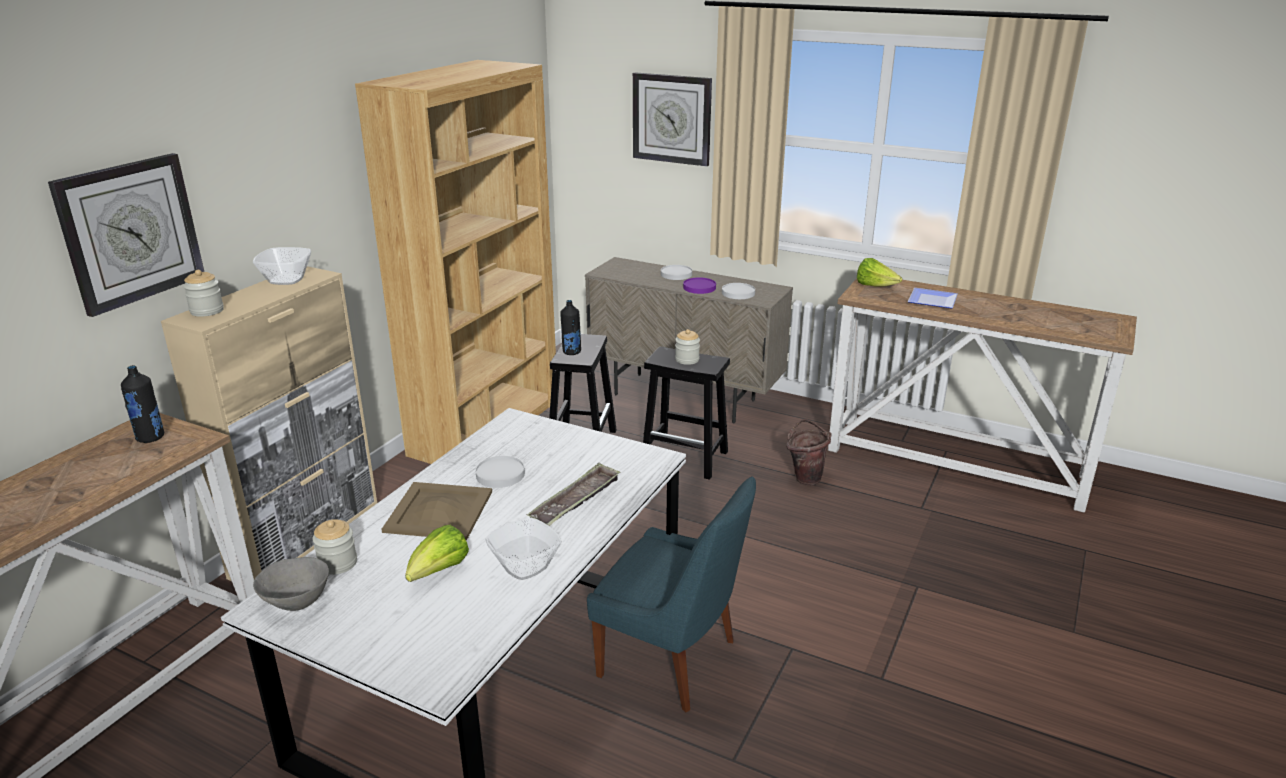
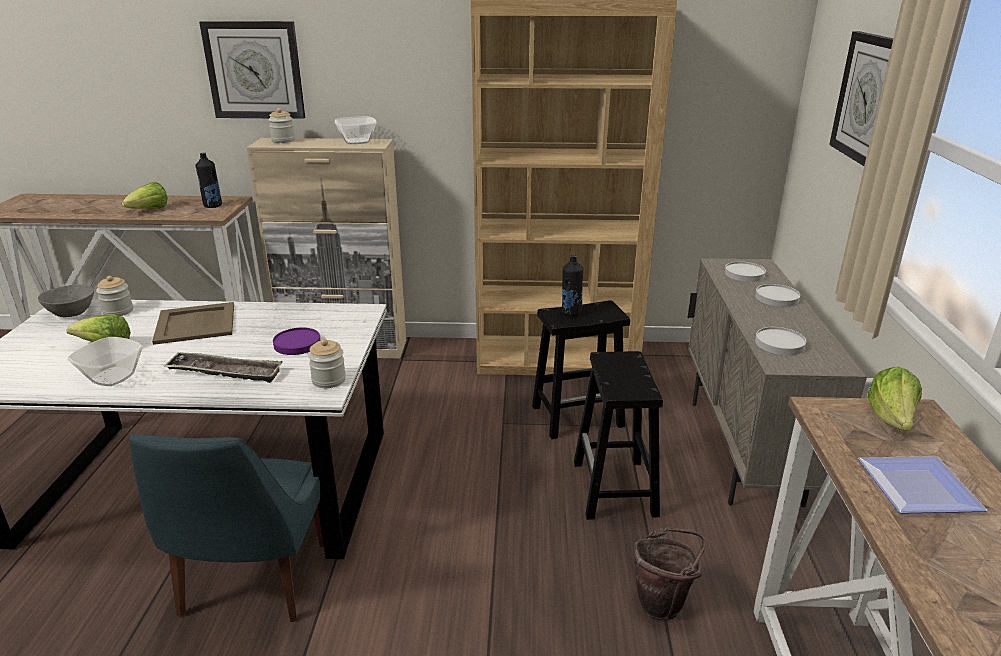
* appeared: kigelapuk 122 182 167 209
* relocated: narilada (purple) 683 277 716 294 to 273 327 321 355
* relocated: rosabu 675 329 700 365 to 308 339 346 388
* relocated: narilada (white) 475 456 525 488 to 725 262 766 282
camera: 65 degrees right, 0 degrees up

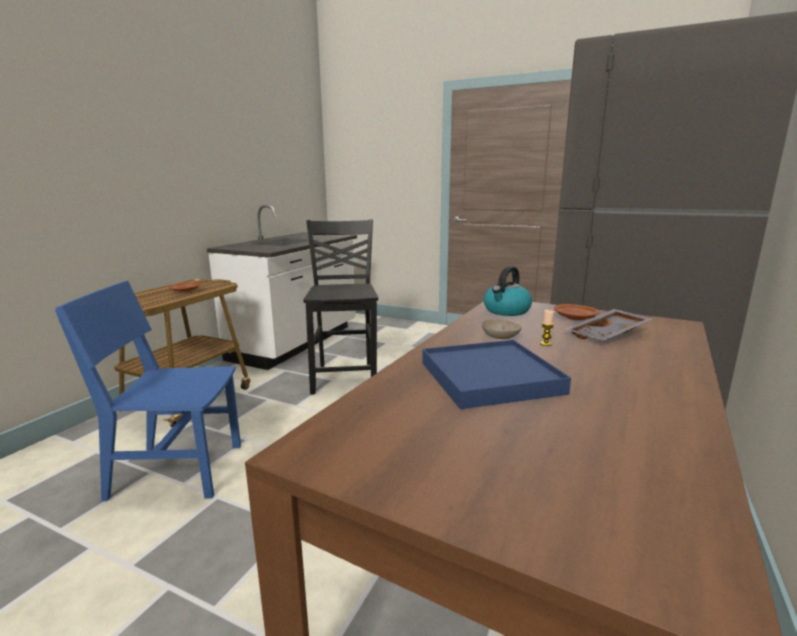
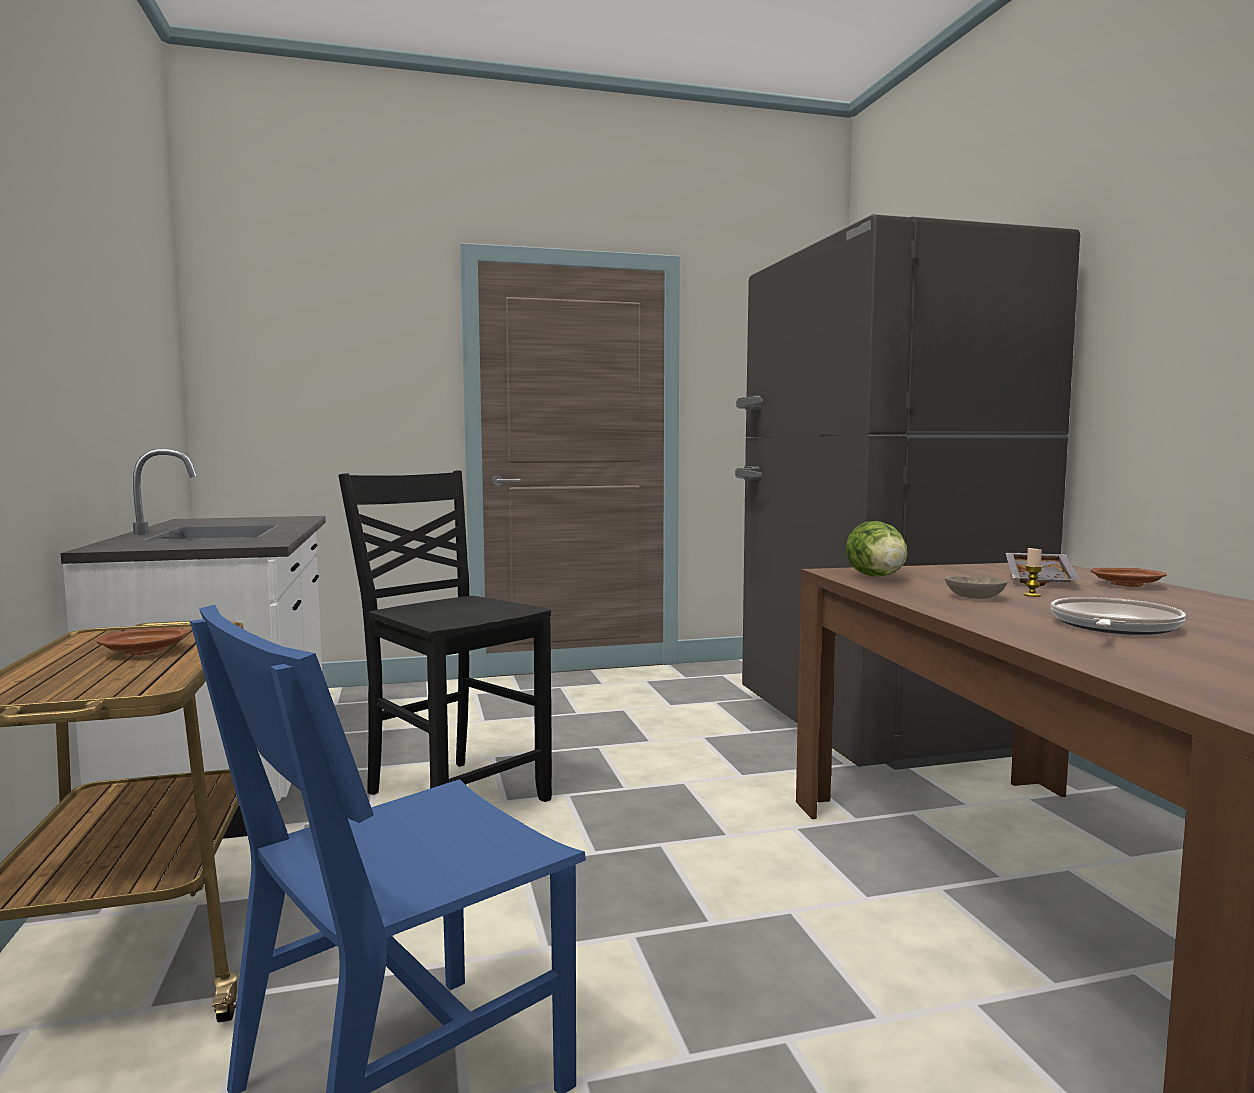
* exchanged: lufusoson 484 266 532 316 to kigelapuk 846 521 908 576
* exchanged: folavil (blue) 422 340 571 409 to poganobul 1051 597 1186 635
* relocated: narilada (brown) 554 304 599 320 to 1091 568 1167 587
camera: 40 degrees left, 10 degrees down

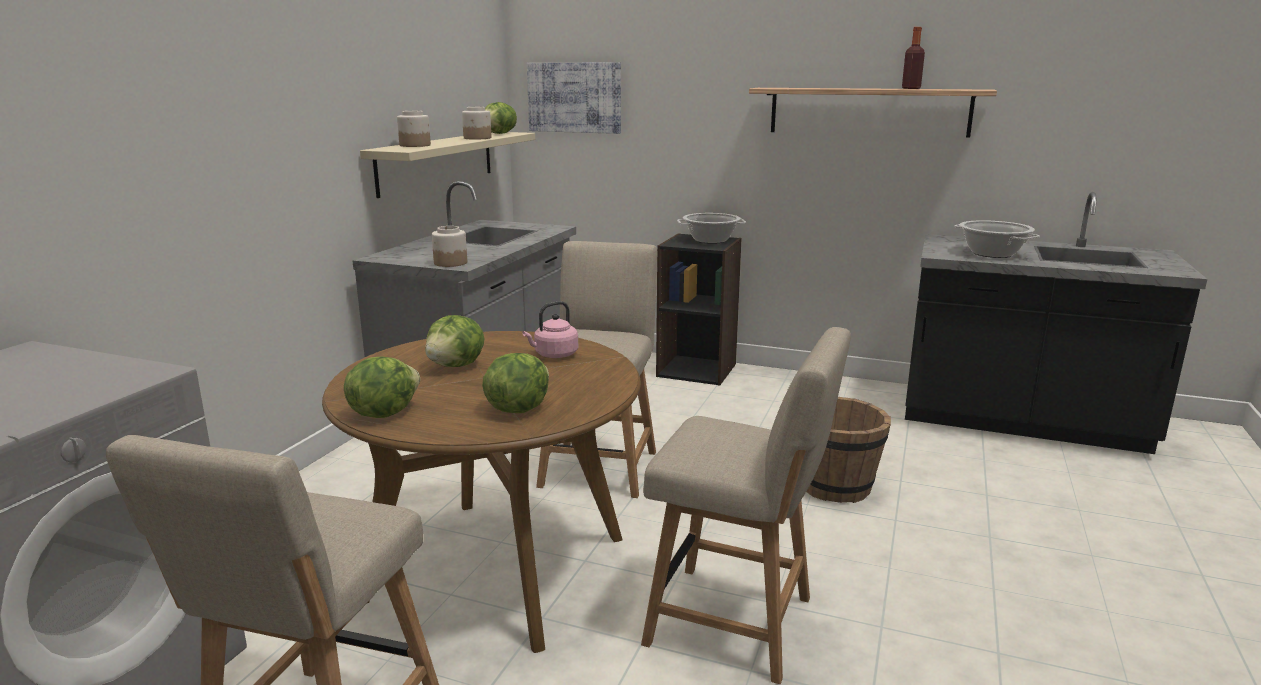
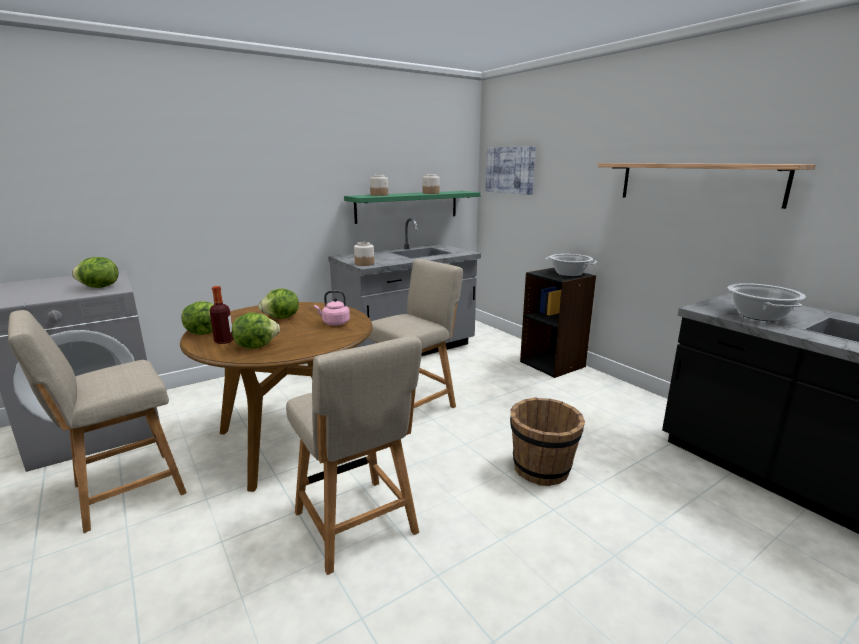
* relocated: kigelapuk 485 102 517 134 to 72 257 118 288
* relocated: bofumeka 902 27 925 89 to 210 286 233 344
* colour: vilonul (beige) 360 132 535 198 to vilonul (green) 344 191 481 224
camera: 35 degrees right, 0 degrees up

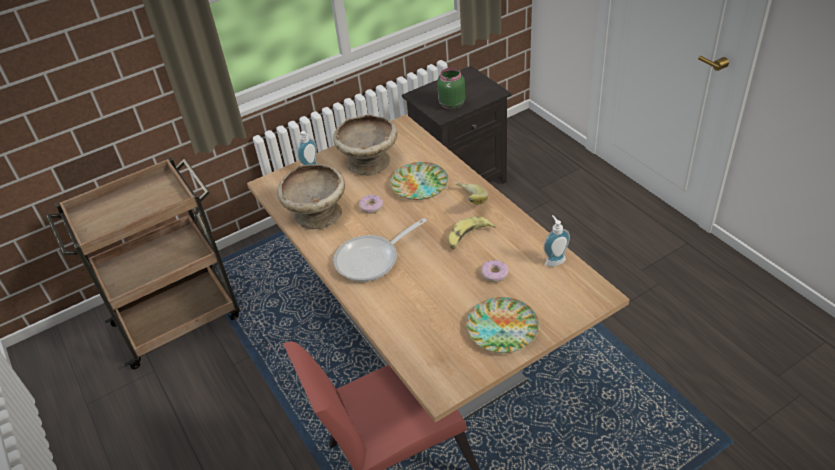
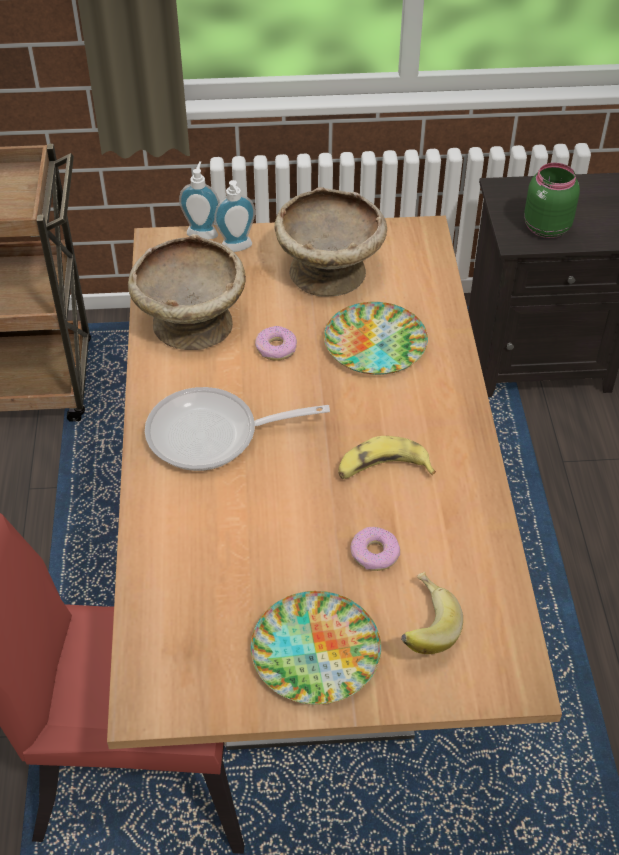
* relocated: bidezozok 544 215 570 267 to 179 161 220 239
* relocated: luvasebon 455 182 488 205 to 401 572 463 654
camera: 25 degrees right, 5 degrees up

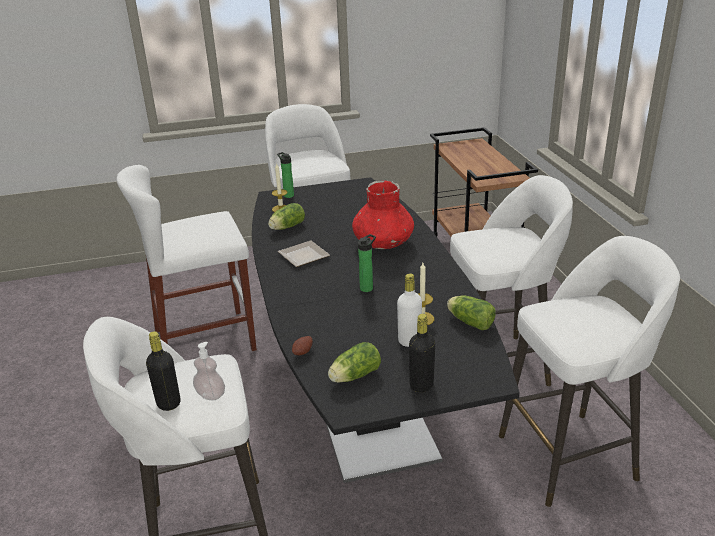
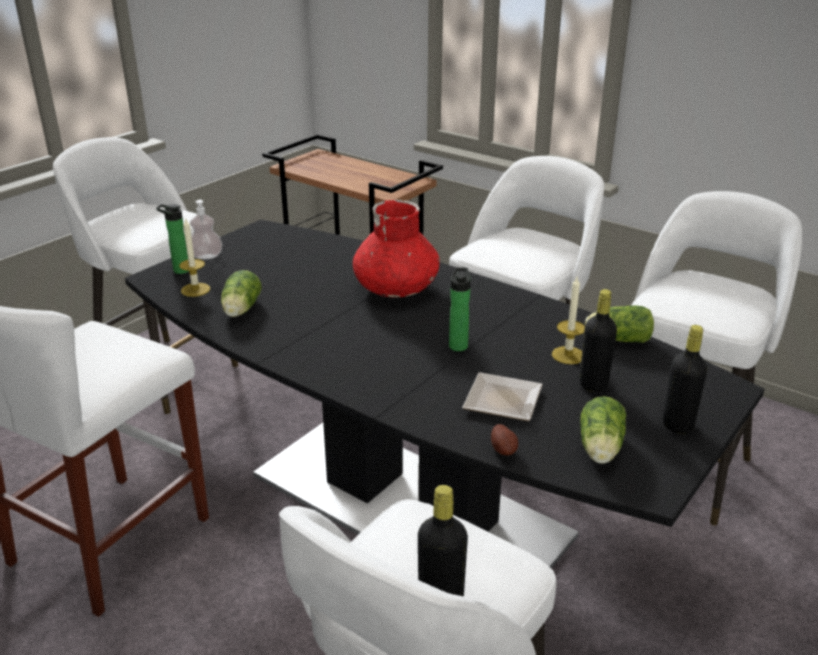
* relocated: bidezozok 193 342 225 400 to 190 200 223 259
* relocated: narilada 278 240 330 267 to 462 372 543 421
* colour: bofumeka (white) 397 274 422 347 to bofumeka (black) 579 289 617 392
camera: 40 degrees left, 0 degrees up

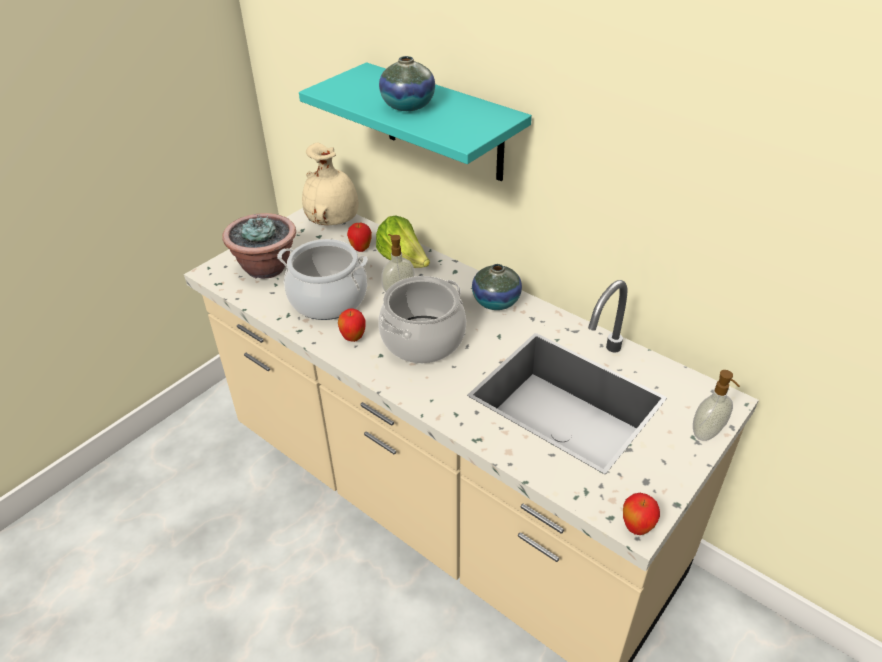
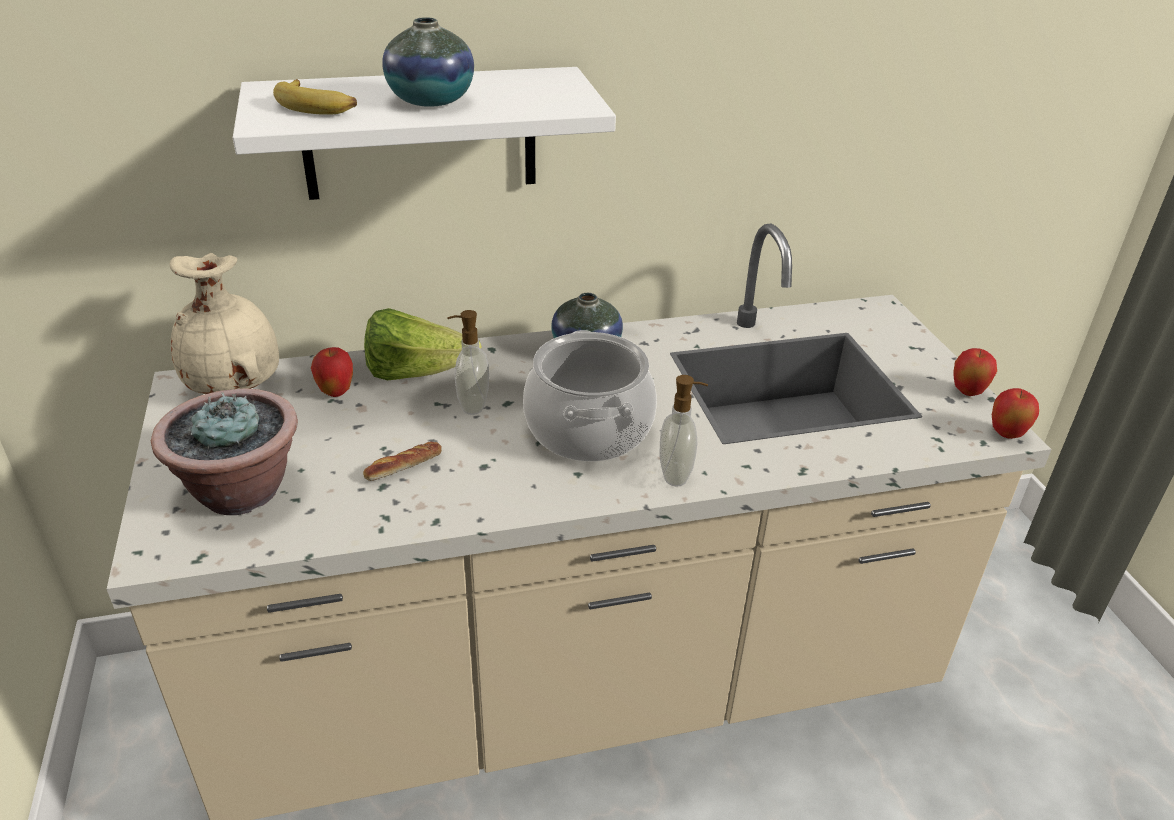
* colour: vilonul (turquoise) 299 62 532 181 to vilonul (white) 233 67 616 200
* appeared: luvasebon 273 79 357 115
* exchanged: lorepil 277 239 368 320 to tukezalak 363 441 442 481
* relocated: bidezozok 693 370 740 441 to 660 375 708 486
* relocated: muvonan 338 308 365 342 to 953 348 997 396
camera: 55 degrees left, 5 degrees down

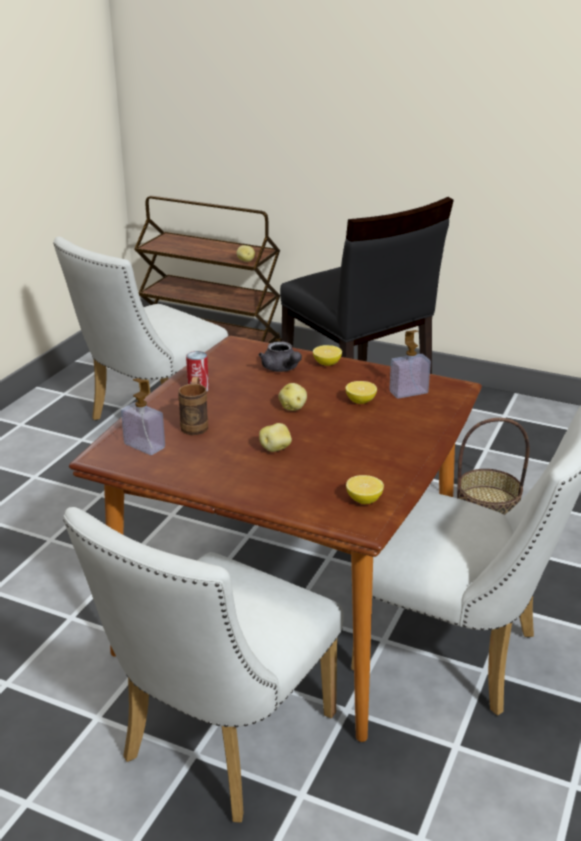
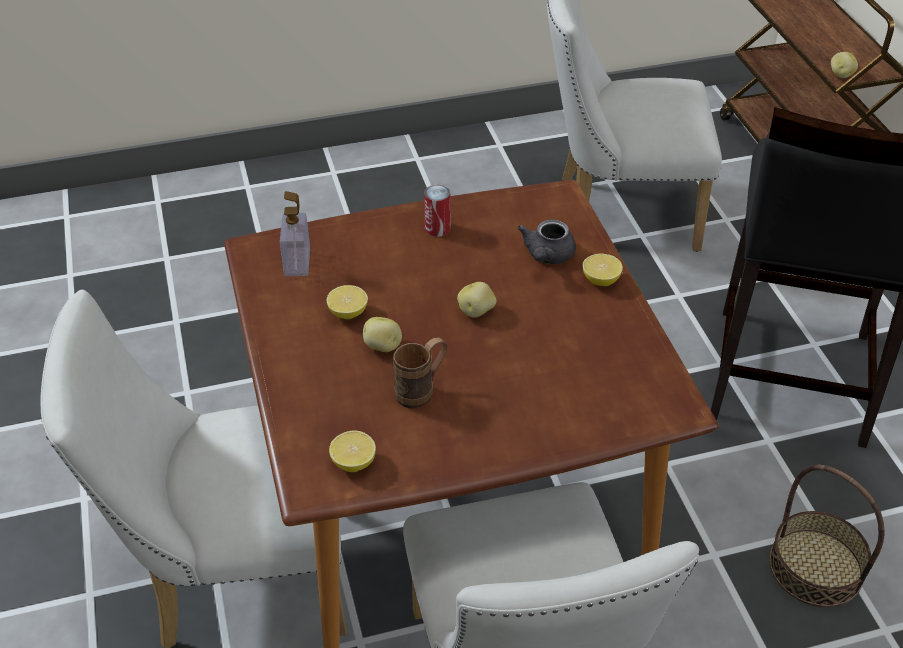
* relocated: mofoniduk 345 381 377 404 to 327 285 368 319
* relocated: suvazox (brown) 178 377 208 435 to 393 337 447 409
* missing: bidezozok 389 330 431 398
camera: 50 degrees right, 15 degrees up

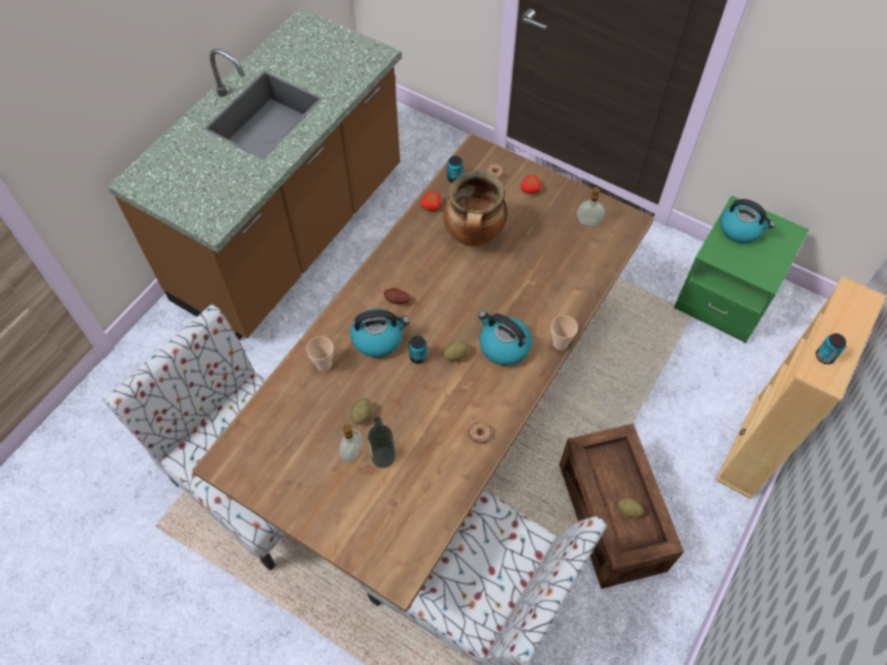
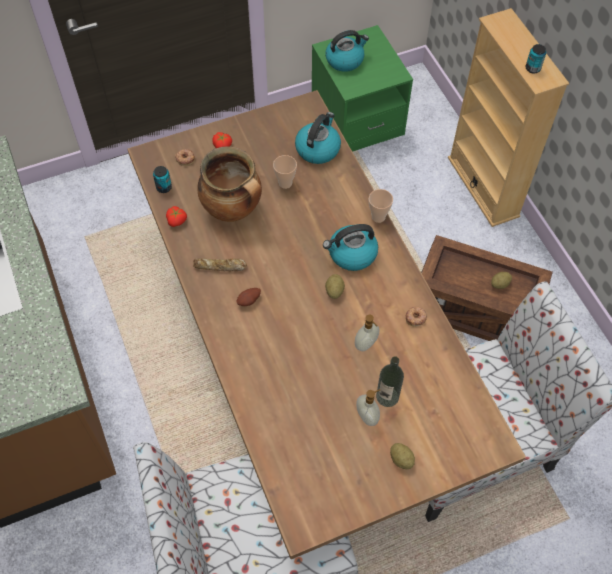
* appeared: tukezalak 193 258 247 271
* relocated: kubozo 306 336 334 371 to 273 155 297 189
* relocated: lufusoson 350 309 410 357 to 295 112 341 164
* relocated: bidezozok 577 187 605 226 to 355 314 379 351
* relocated: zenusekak 350 398 372 425 to 390 443 415 469
* missing: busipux 409 336 427 364
camera: 55 degrees left, 0 degrees up

